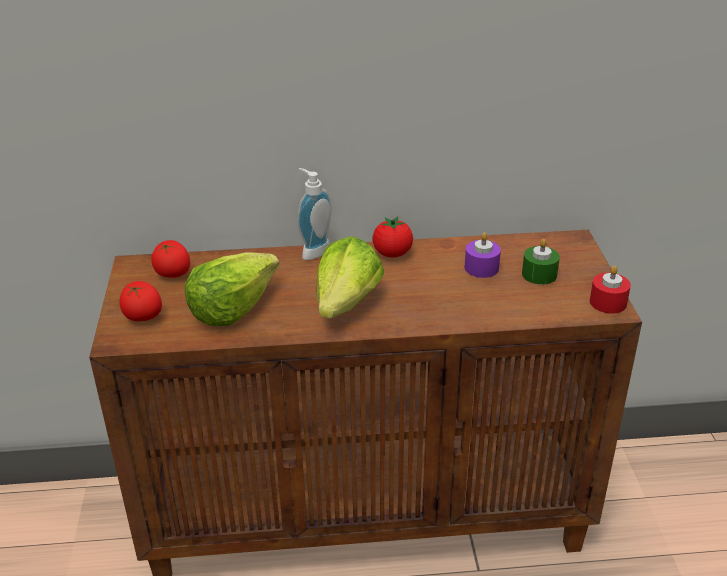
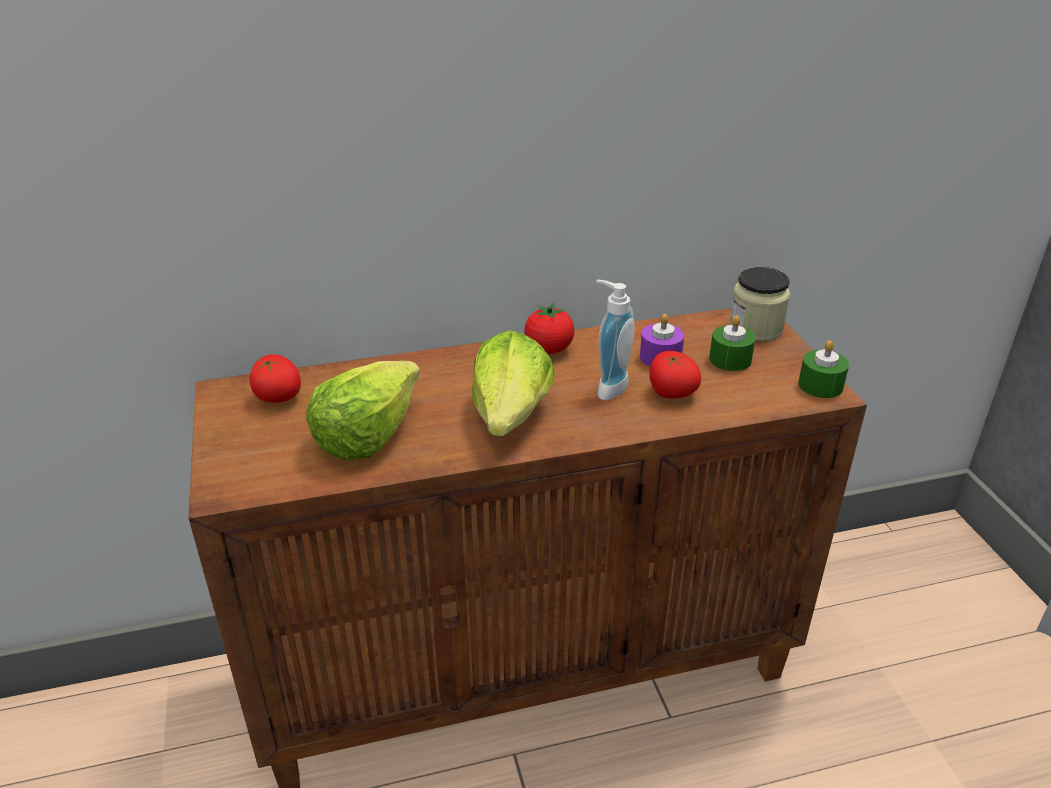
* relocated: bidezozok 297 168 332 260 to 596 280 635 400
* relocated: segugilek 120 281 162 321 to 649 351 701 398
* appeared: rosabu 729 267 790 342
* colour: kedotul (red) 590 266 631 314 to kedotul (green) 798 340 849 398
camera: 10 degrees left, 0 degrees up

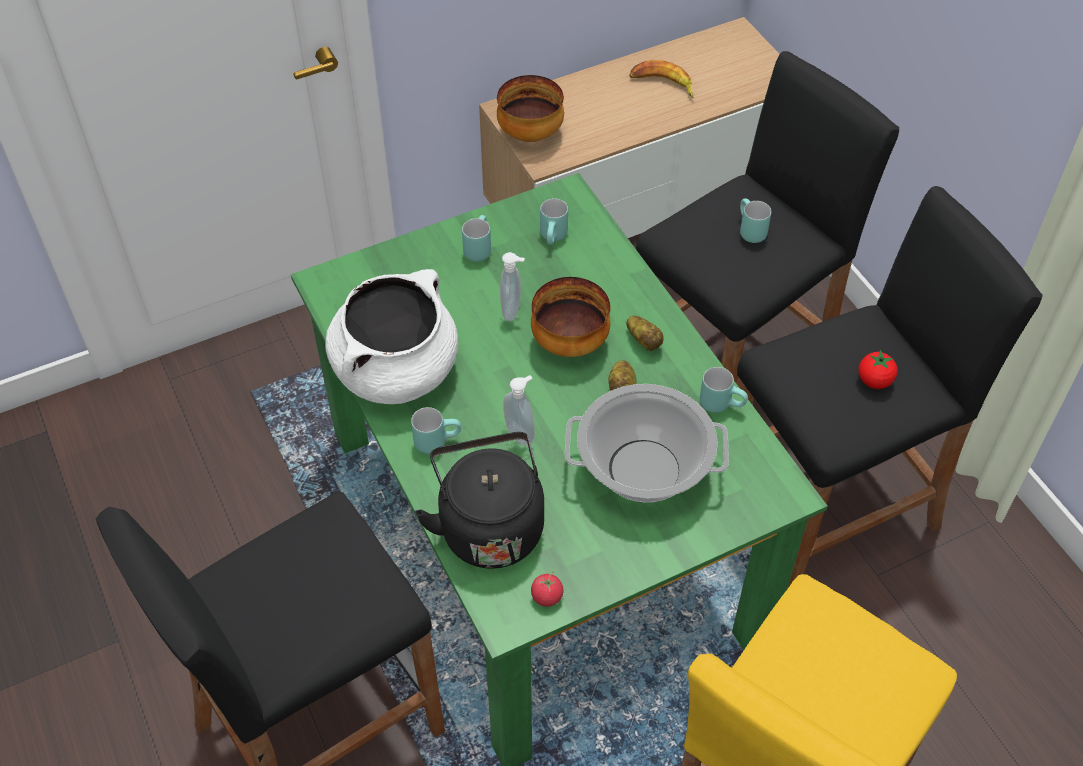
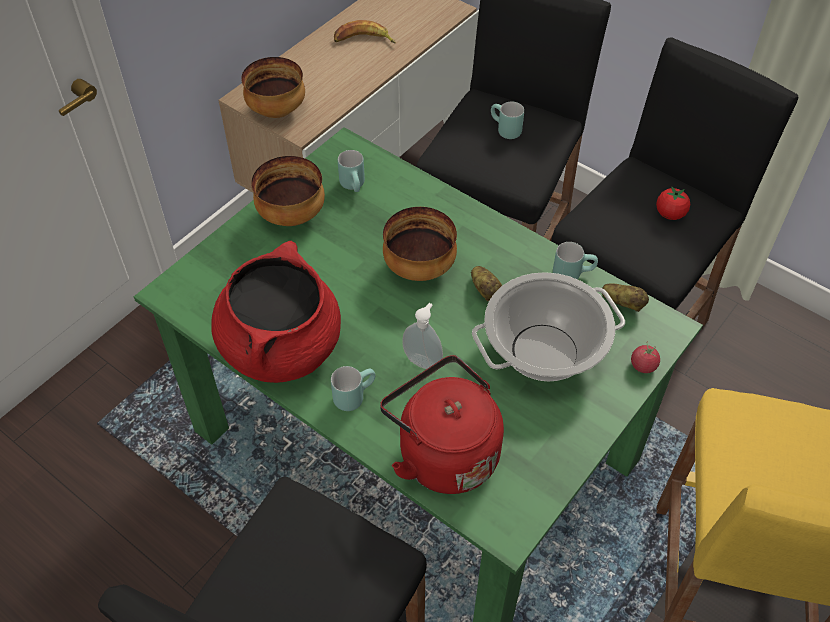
* colour: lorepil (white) 325 269 458 404 to lorepil (red) 211 241 341 383
* exchanged: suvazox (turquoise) 462 215 491 262 to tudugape 251 156 325 226
* colour: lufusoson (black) 415 432 544 569 to lufusoson (red) 380 355 504 494
* relocated: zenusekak 626 316 664 352 to 602 283 649 312
* relocated: segugilek 531 572 563 607 to 631 342 660 373
* missing: bidezozok 500 252 525 321
camera: 25 degrees left, 0 degrees up

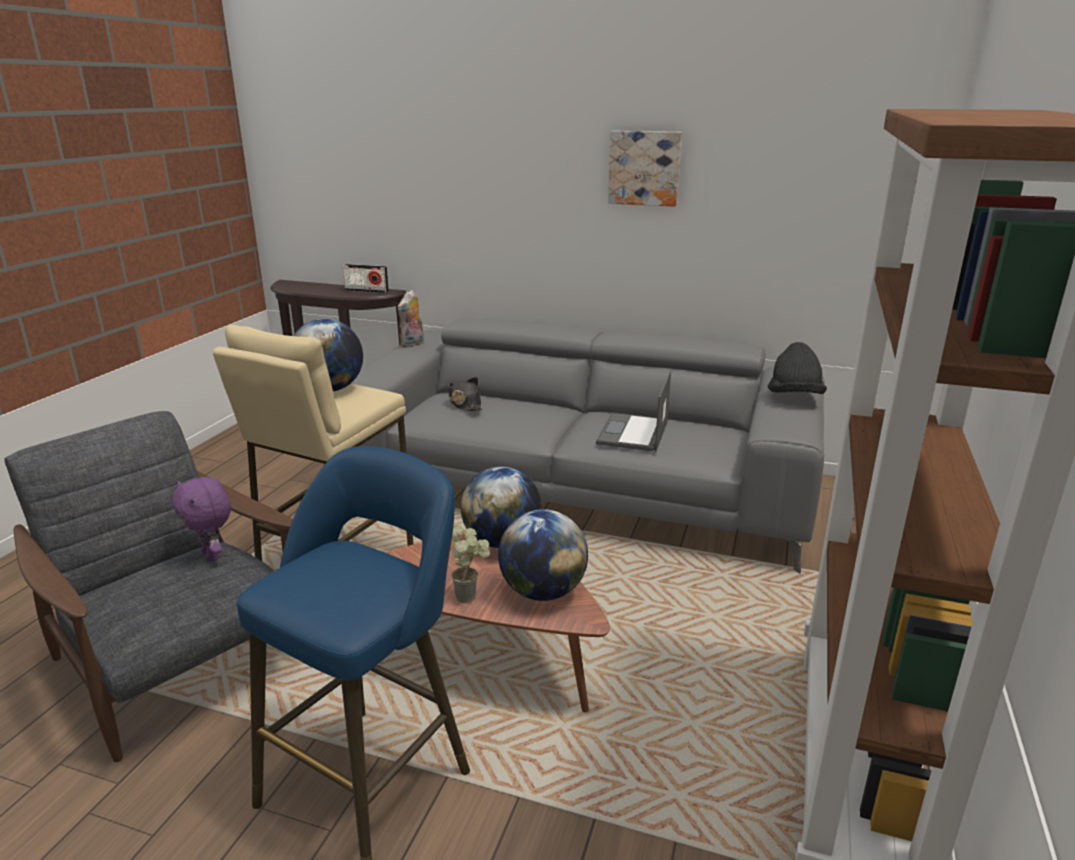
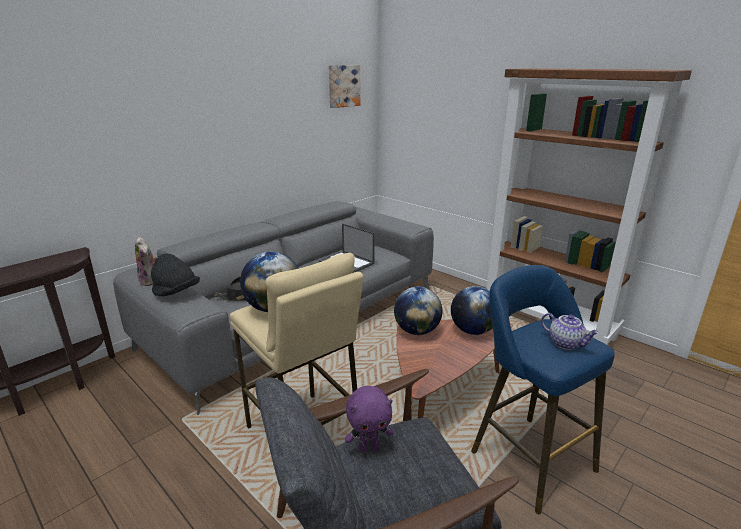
* relocated: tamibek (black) 768 342 827 394 to 151 253 200 296
* relocated: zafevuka 608 131 682 207 to 329 65 361 108
* appeared: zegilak 541 313 599 350
* missing: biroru 343 264 389 293
* missing: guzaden 451 525 490 603
camera: 65 degrees left, 0 degrees up

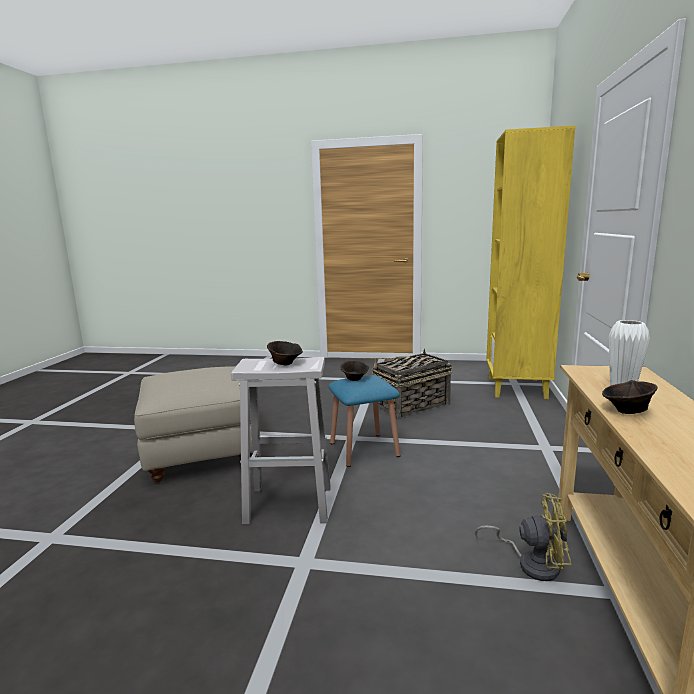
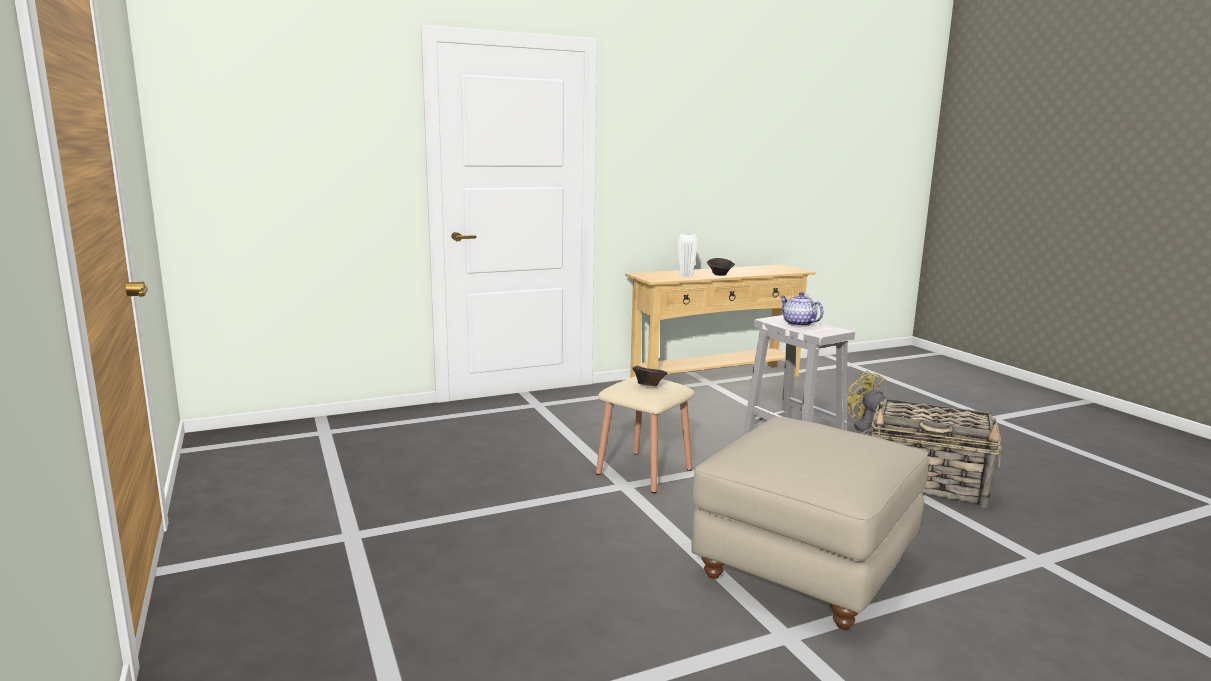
* colour: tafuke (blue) 328 375 400 467 to tafuke (beige) 596 376 695 493
* exchanged: tudugape (brown) 267 341 303 365 to zegilak 779 292 824 327
* relocated: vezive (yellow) 475 493 571 581 to 847 371 886 435
* relocated: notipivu 372 348 452 419 to 871 398 1002 508
* missing: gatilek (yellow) 486 125 575 399
camera: 125 degrees left, 0 degrees up

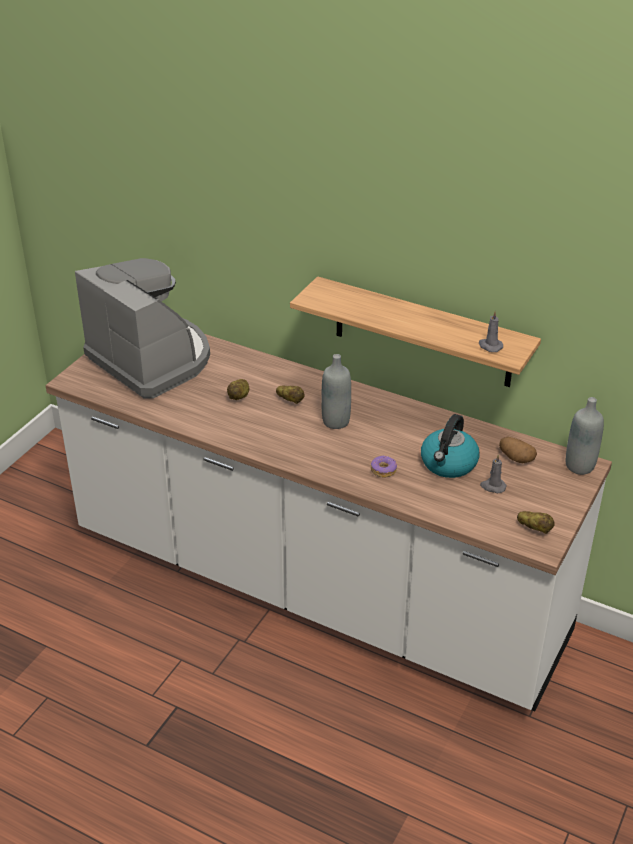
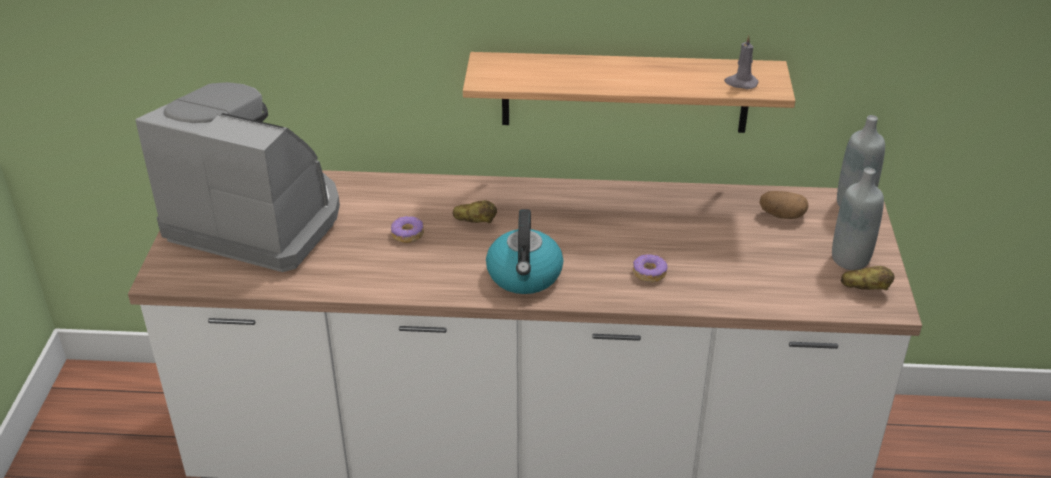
* exchanged: zenusekak 227 379 249 400 to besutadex 391 216 424 243
* relocated: lufusoson 421 414 480 478 to 486 209 563 294
* relocated: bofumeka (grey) 321 354 351 429 to 832 168 884 270
* missing: kedotul (grey) 480 455 507 493
camera: 25 degrees left, 0 degrees up

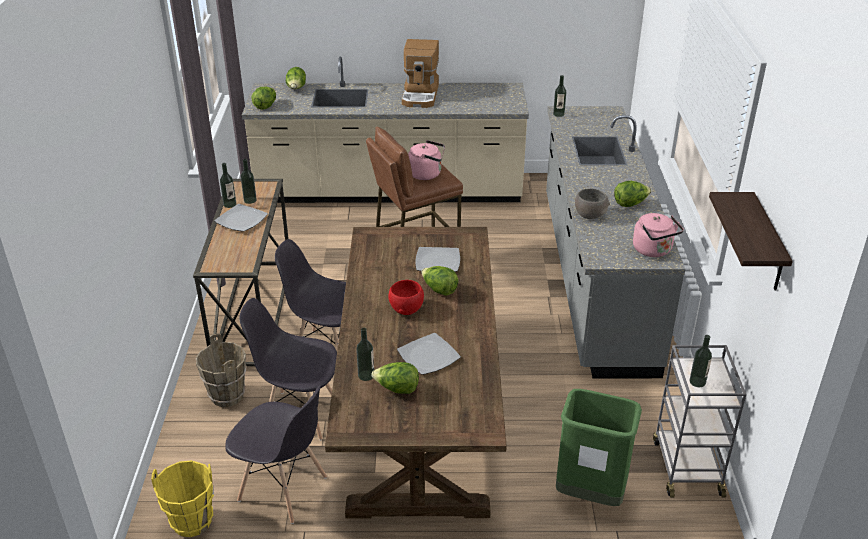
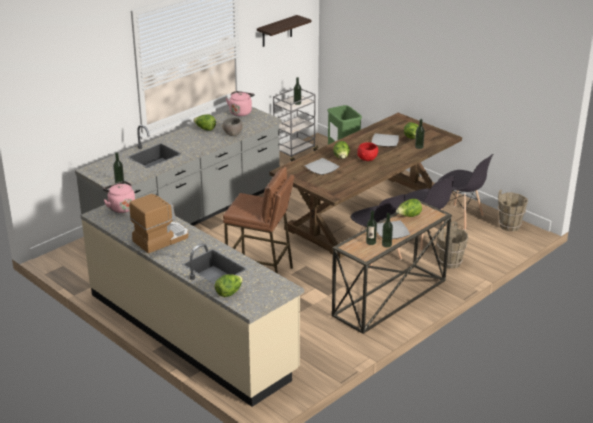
* relocated: lufusoson (pink) 408 140 445 180 to 103 181 135 213
* relocated: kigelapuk 251 87 276 110 to 396 199 422 217
* spun: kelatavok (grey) 225 385 327 524 = 438 154 493 230 150 degrees clockwise
* colour: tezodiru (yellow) 151 460 214 537 to tezodiru (brown) 498 190 528 231
camera: 135 degrees left, 5 degrees down

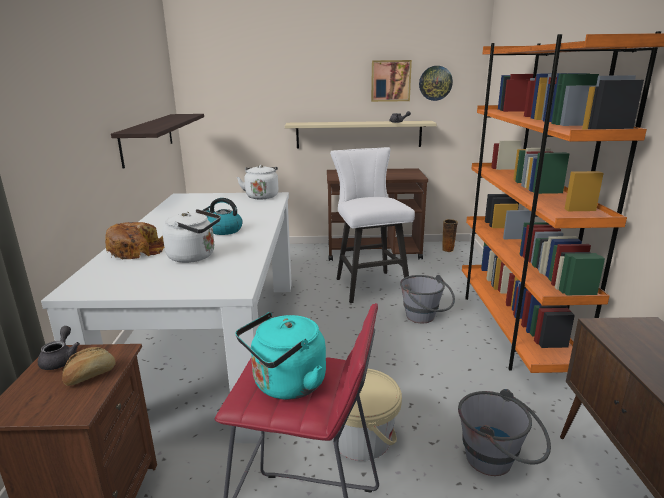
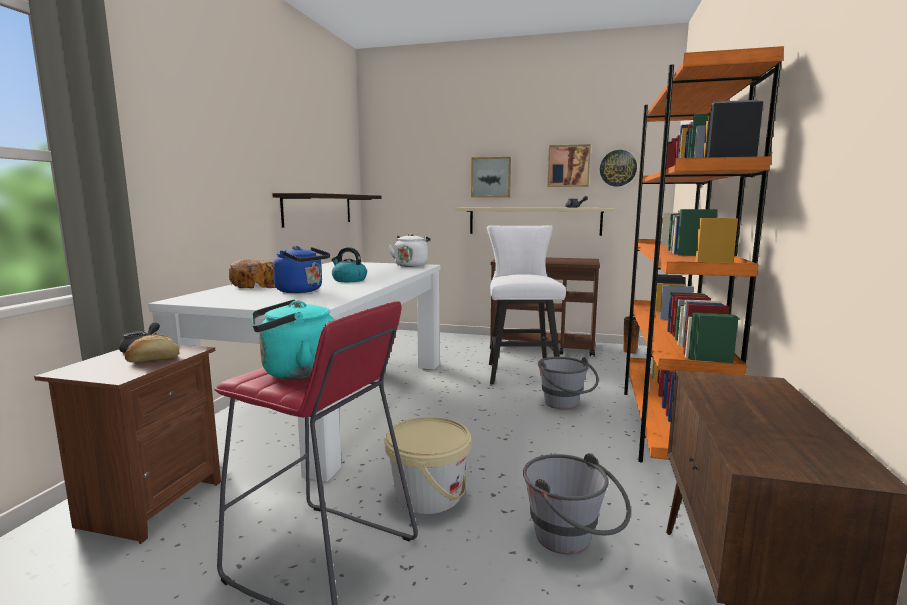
* colour: lufusoson (white) 162 209 221 263 to lufusoson (blue) 273 246 330 293
* appeared: zafevuka 471 157 511 197
camera: 15 degrees right, 10 degrees down

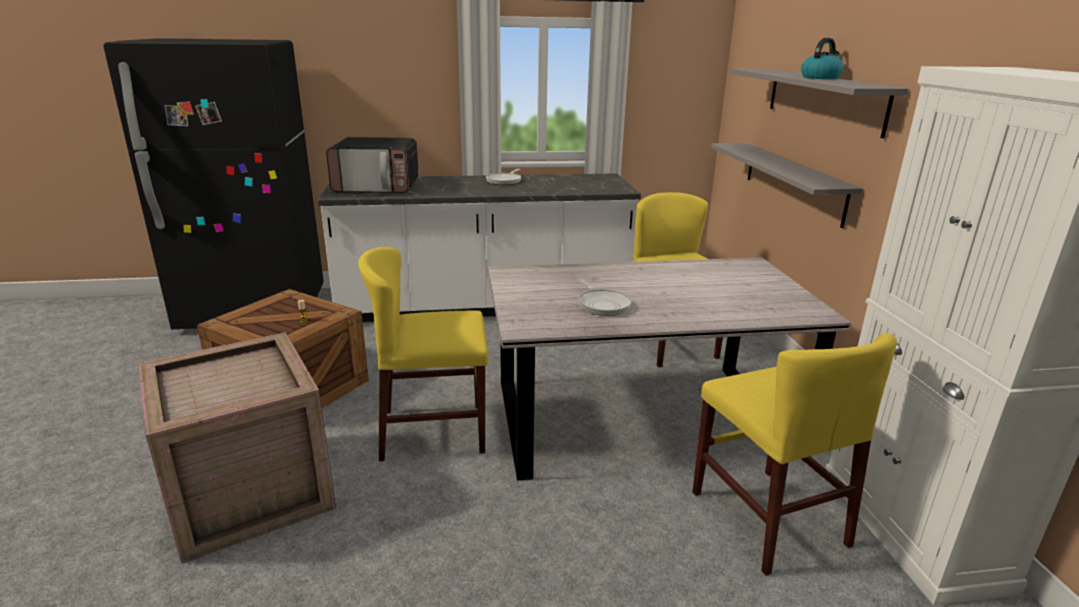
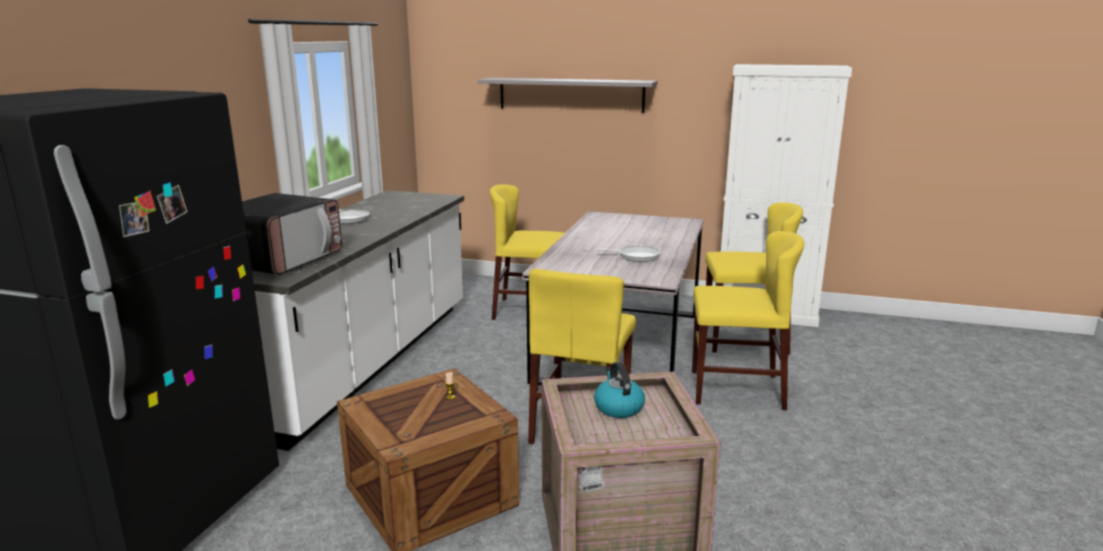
* relocated: lufusoson 801 38 844 79 to 594 362 645 418
* appeared: kelatavok (yellow) 692 231 804 410
* missing: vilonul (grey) 711 143 863 228
camera: 65 degrees left, 5 degrees down

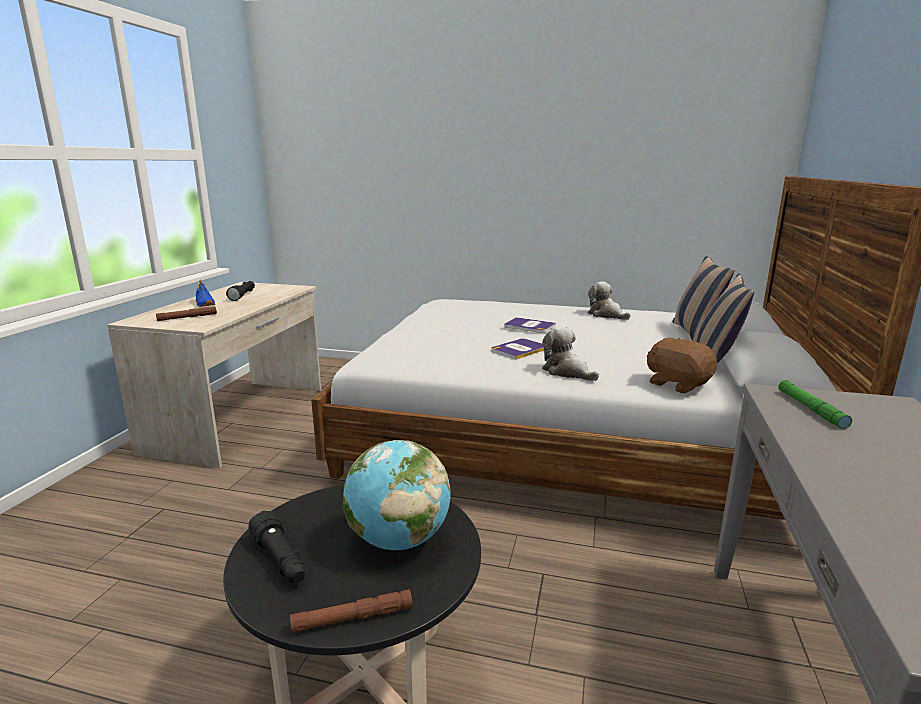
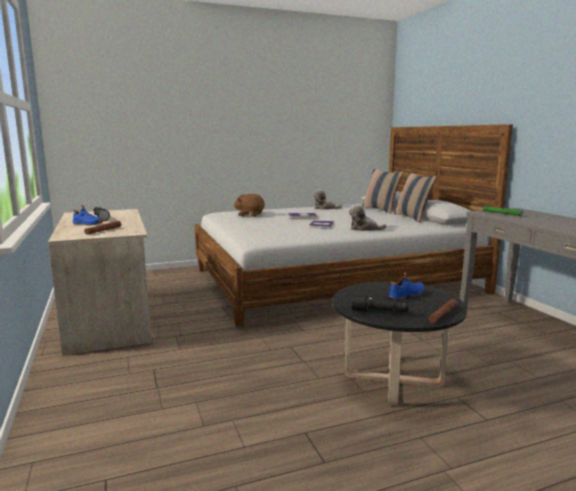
* relocated: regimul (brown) 647 338 717 393 to 234 194 265 217
* exchanged: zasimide 343 440 451 550 to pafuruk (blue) 389 273 424 299
camera: 35 degrees left, 5 degrees down

